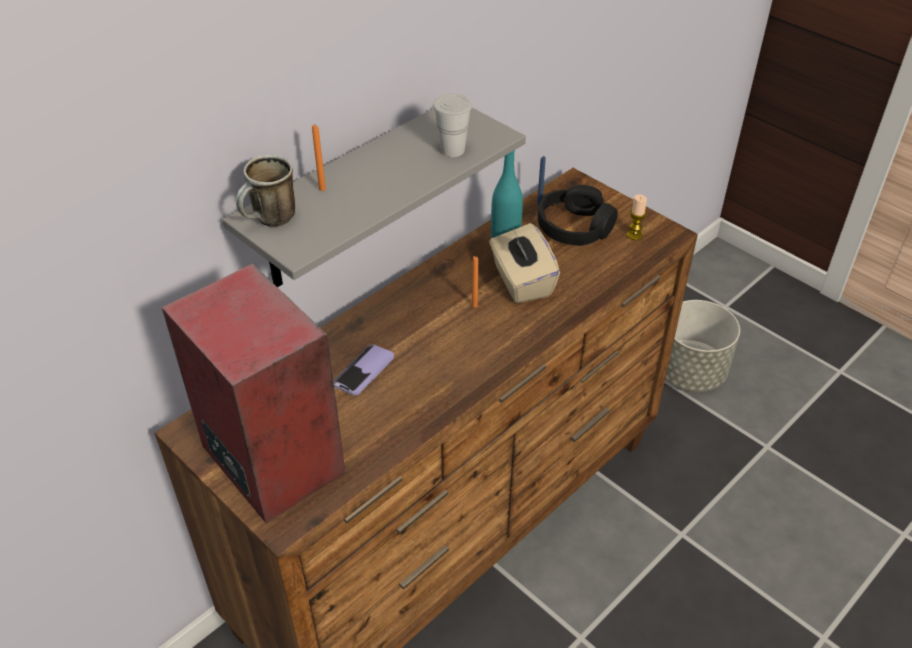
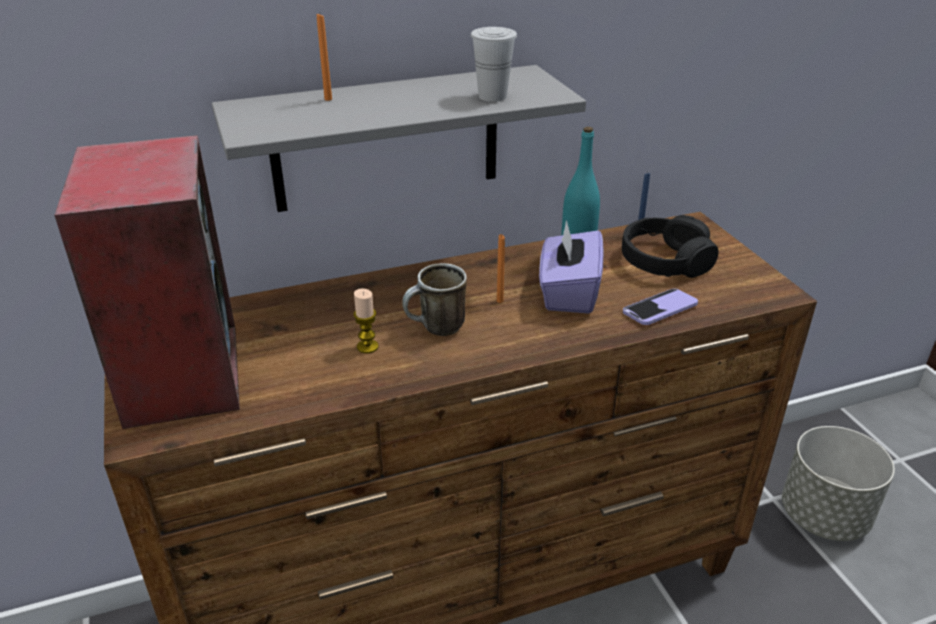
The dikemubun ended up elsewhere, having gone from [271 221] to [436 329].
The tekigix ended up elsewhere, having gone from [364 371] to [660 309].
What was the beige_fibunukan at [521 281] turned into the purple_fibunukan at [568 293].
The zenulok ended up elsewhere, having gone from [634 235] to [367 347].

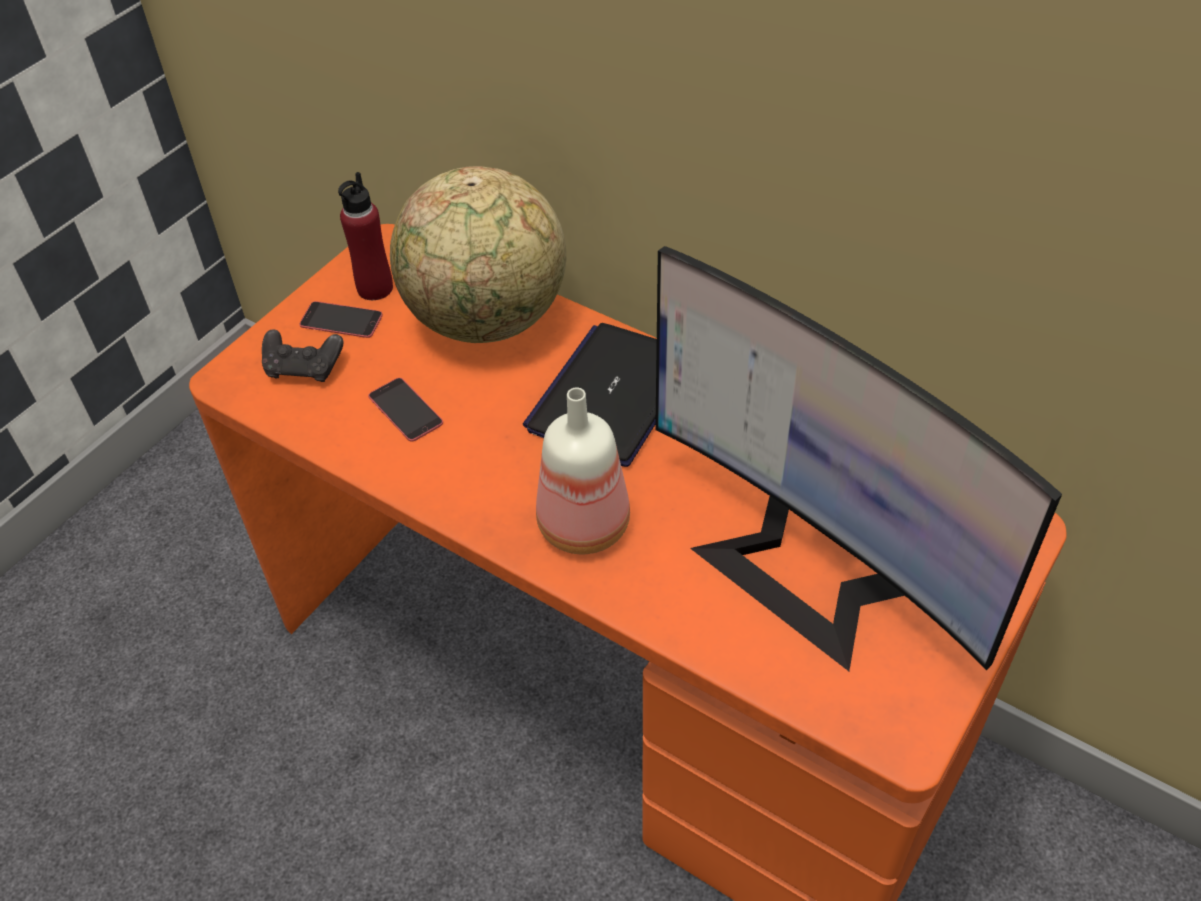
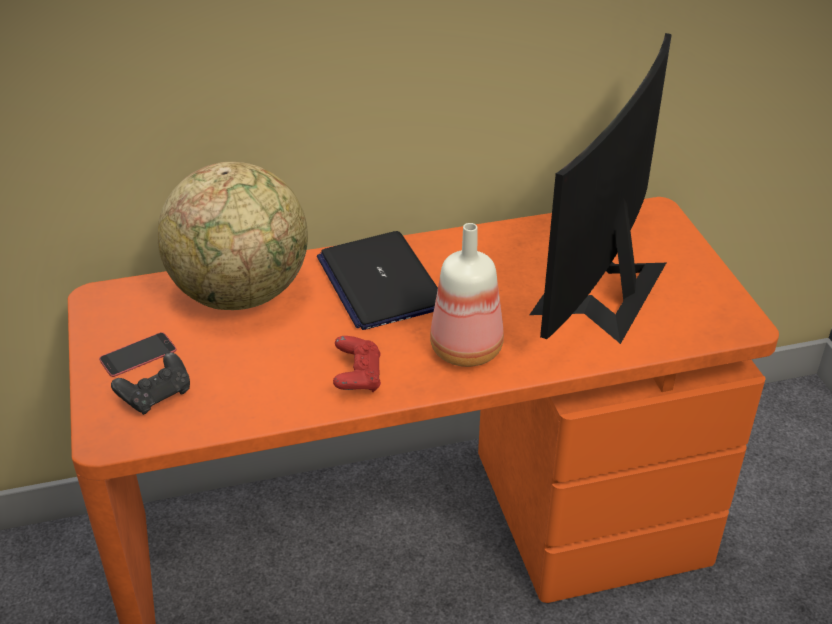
The second view lost the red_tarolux at [375 288].
The second view lost the tekigix at [405 410].
The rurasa at [810 568] ended up facing another way, 120 degrees clockwise from before.
The second view gained the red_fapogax at [357 377].

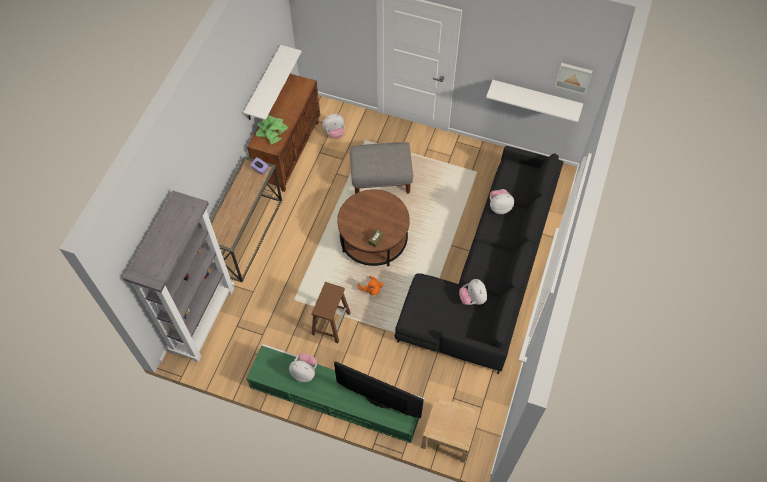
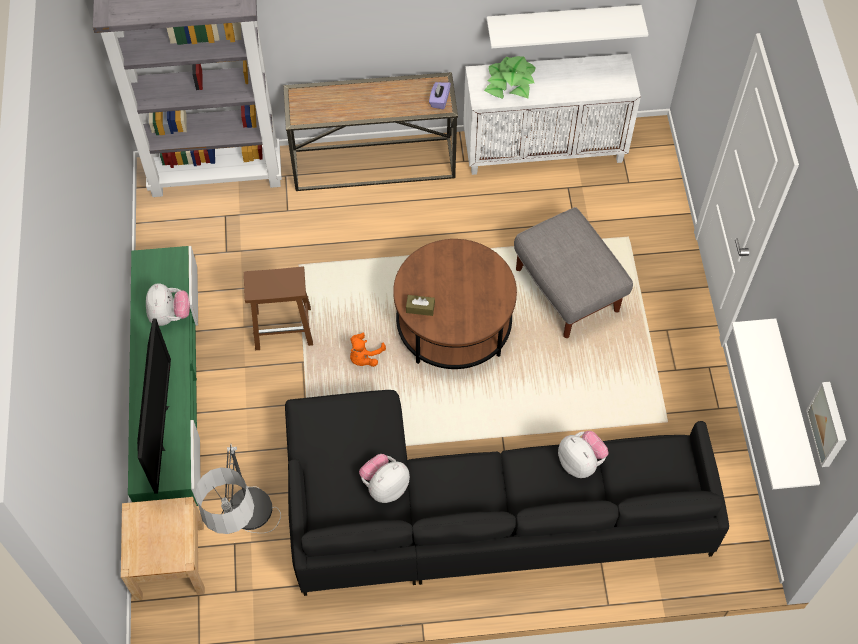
What was the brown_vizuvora at [289 152] turned into the white_vizuvora at [544 149].
The second view lost the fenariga at [335 133].
The second view gained the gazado at [253 544].

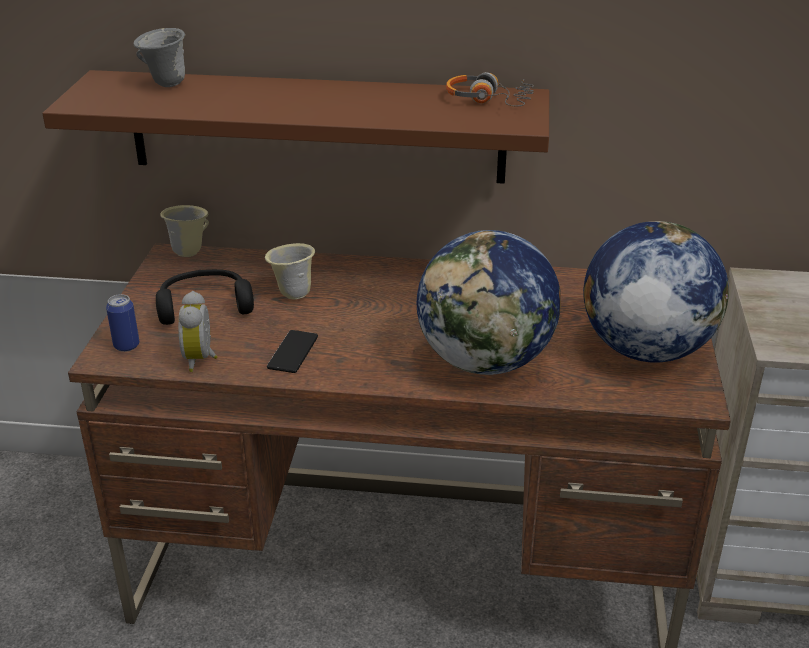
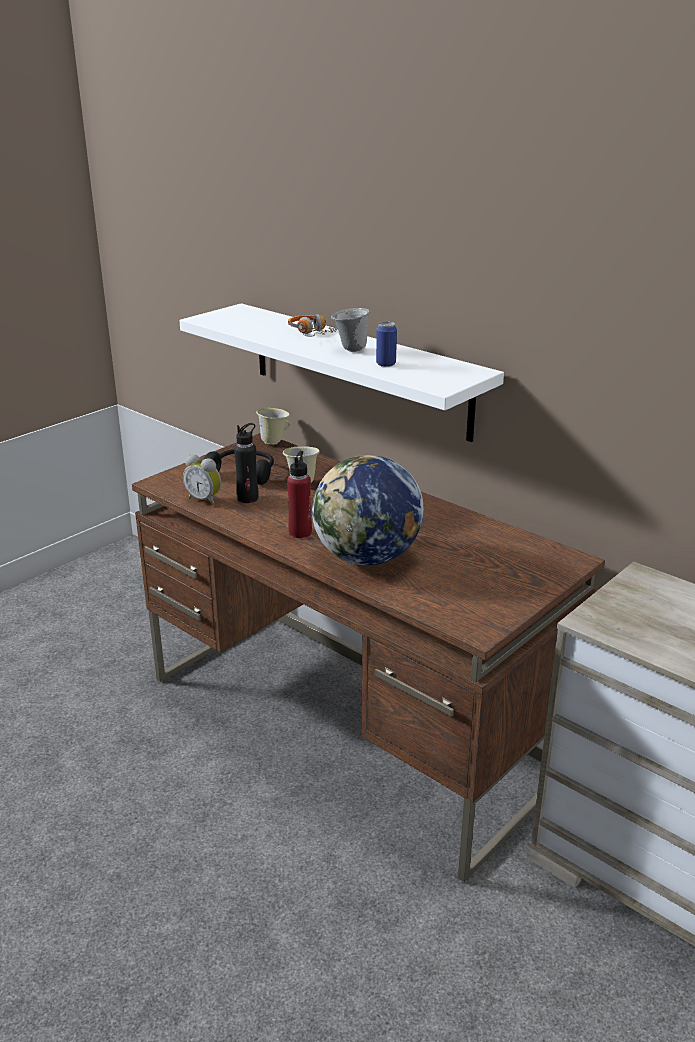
What was the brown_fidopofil at [316 127] turned into the white_fidopofil at [358 369].
The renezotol ended up elsewhere, having gone from [126 345] to [386 364].
The grey_dikemubun ended up elsewhere, having gone from [165 85] to [350 350].
The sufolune at [202 359] ended up facing another way, 90 degrees counterclockwise from before.
The second view lost the tekigix at [293 352].
The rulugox ended up elsewhere, having gone from [489 100] to [313 333].
The second view lost the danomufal at [644 349].
The second view gained the black_tarolux at [248 498].
The second view gained the red_tarolux at [300 532].

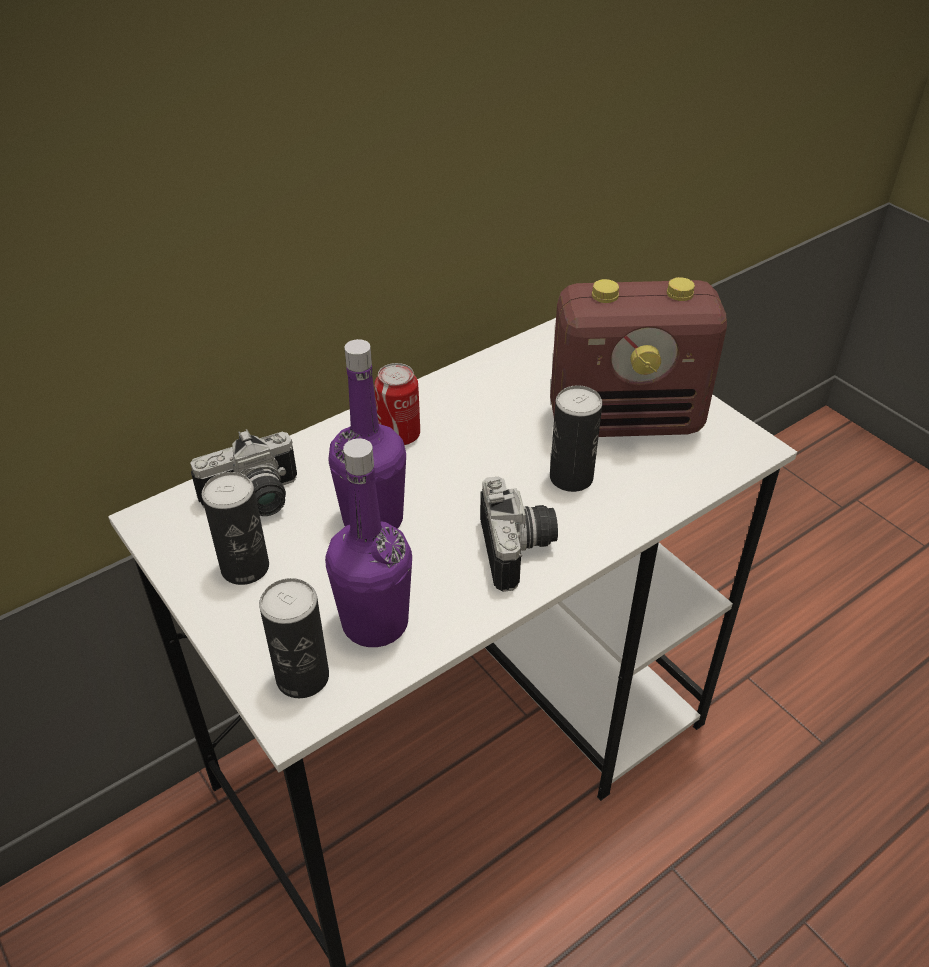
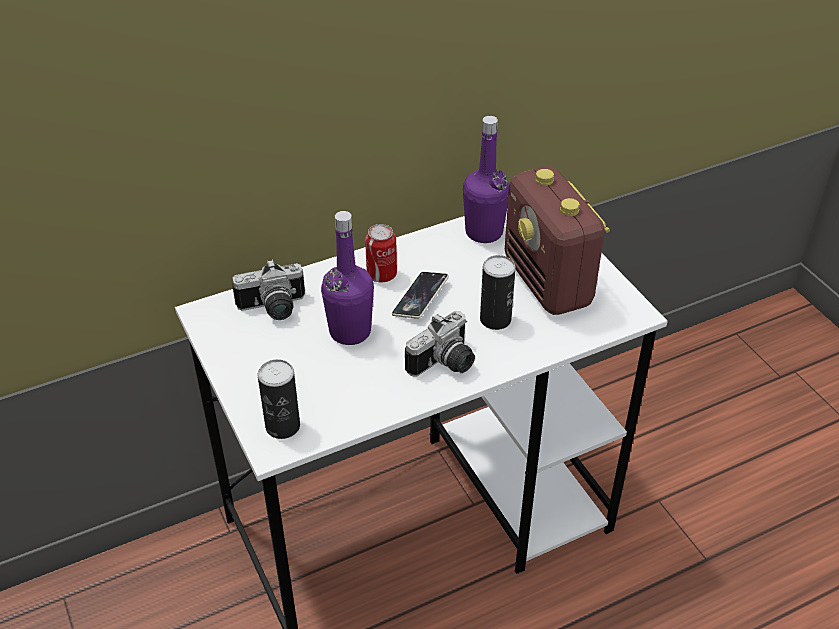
The second view lost the renezotol at [245 567].
The purple_tarolux ended up elsewhere, having gone from [375 623] to [484 232].
The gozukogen at [520 549] ended up facing another way, 45 degrees clockwise from before.
The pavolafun at [627 420] ended up facing another way, 60 degrees clockwise from before.
The second view gained the tekigix at [420 298].

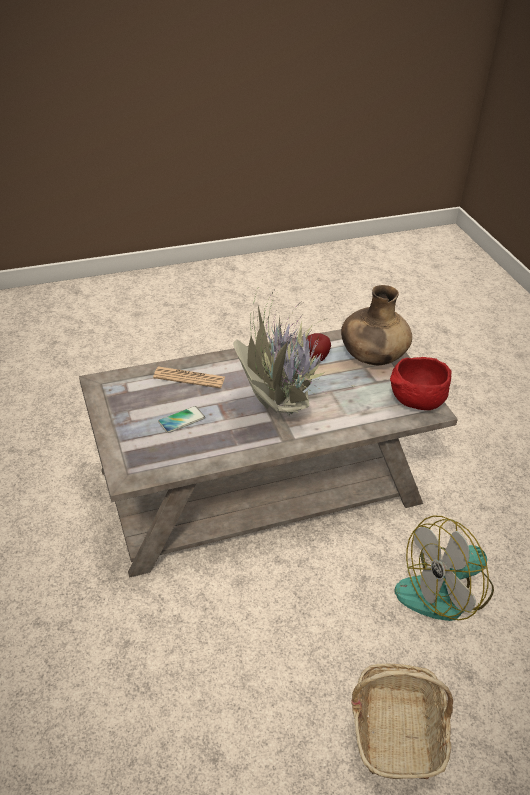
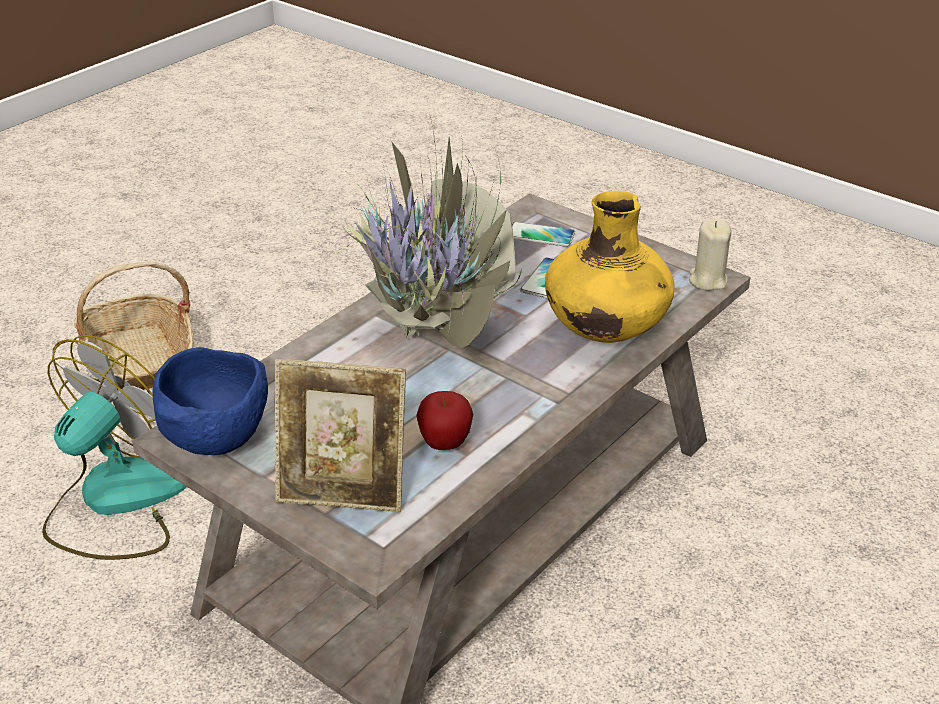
Where the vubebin stood at [189 378], the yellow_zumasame came to stand at [605 331].
Where the brown_zumasame stood at [372 358], the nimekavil came to stand at [343 491].
What was the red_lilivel at [416 402] turned into the blue_lilivel at [217 437].
The second view gained the tekigix at [540 235].
The second view gained the beige_zenulok at [707 280].

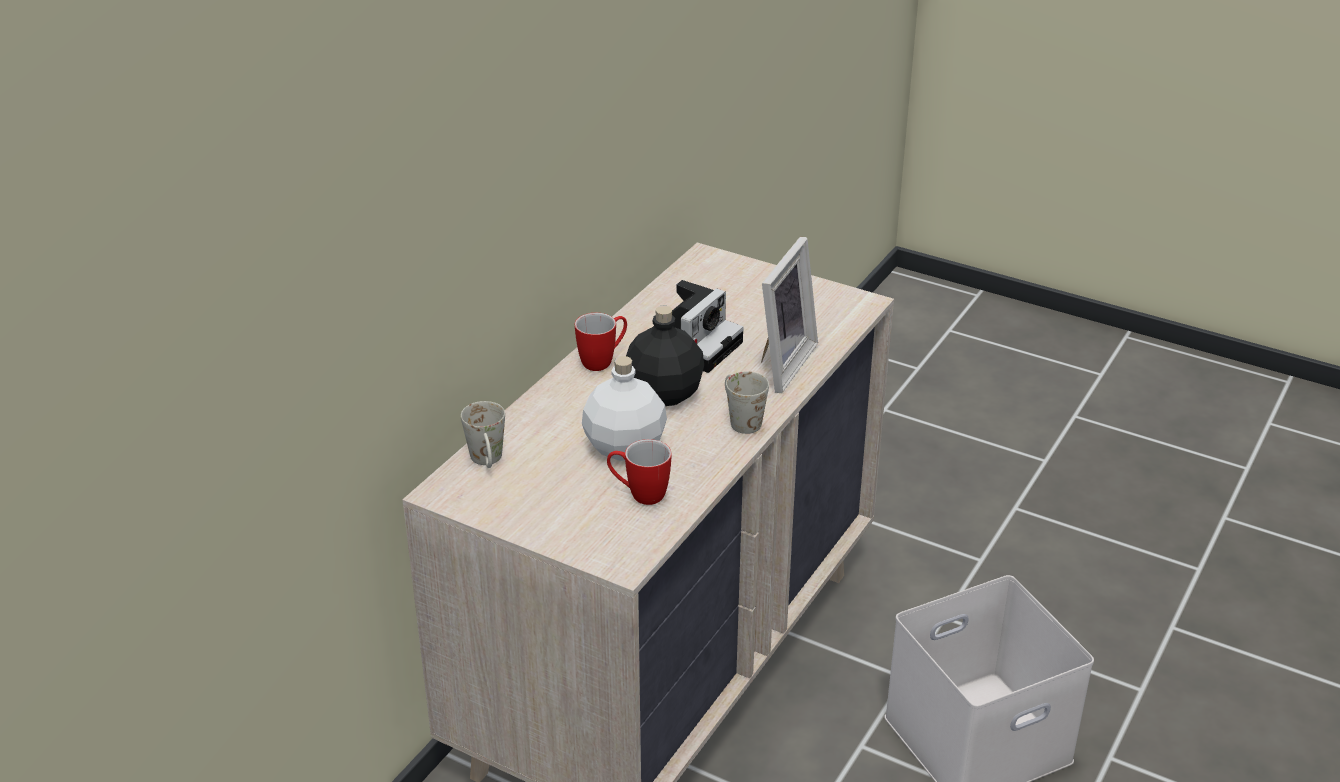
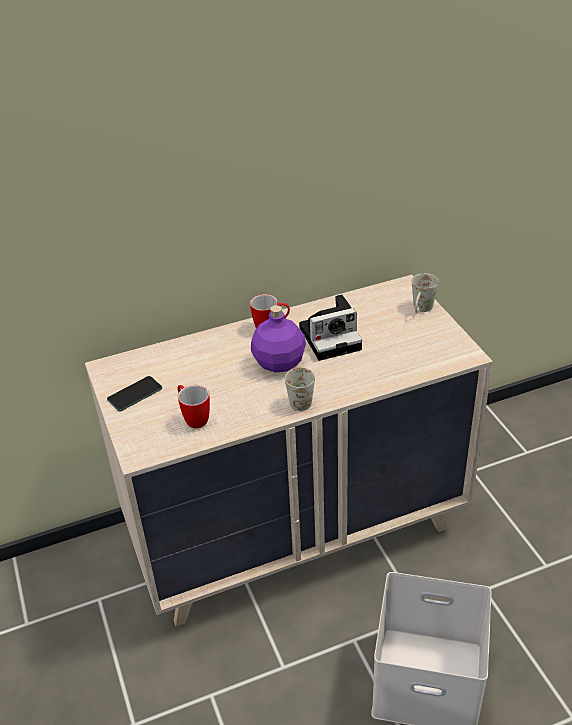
The white_dikemubun ended up elsewhere, having gone from [488 462] to [421 310].
The second view lost the white_tarolux at [625 447].
What was the black_tarolux at [663 394] turned into the purple_tarolux at [278 362].
The second view lost the nimekavil at [779 363].
The second view gained the tekigix at [135 394].

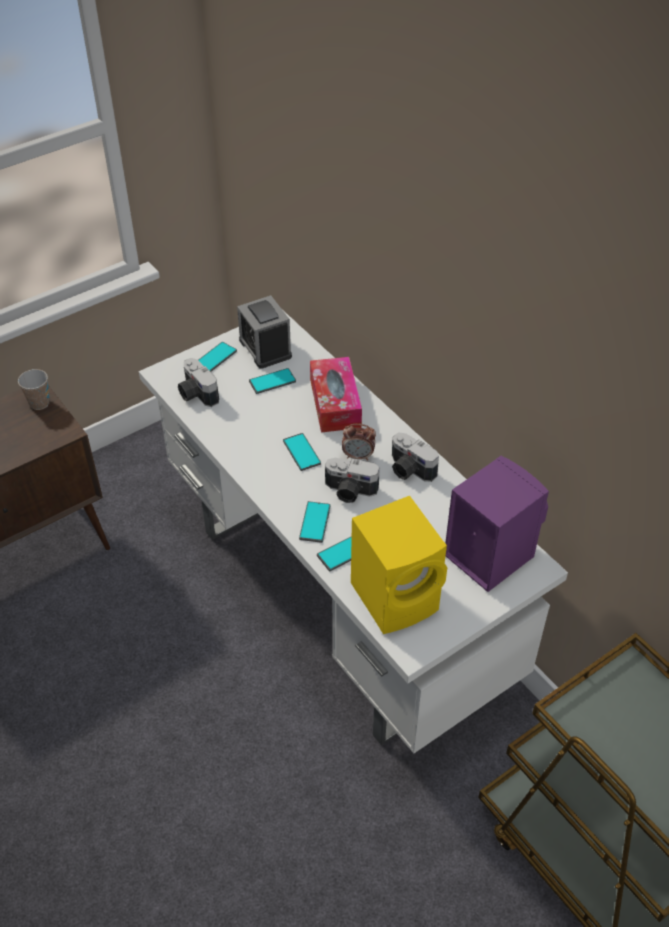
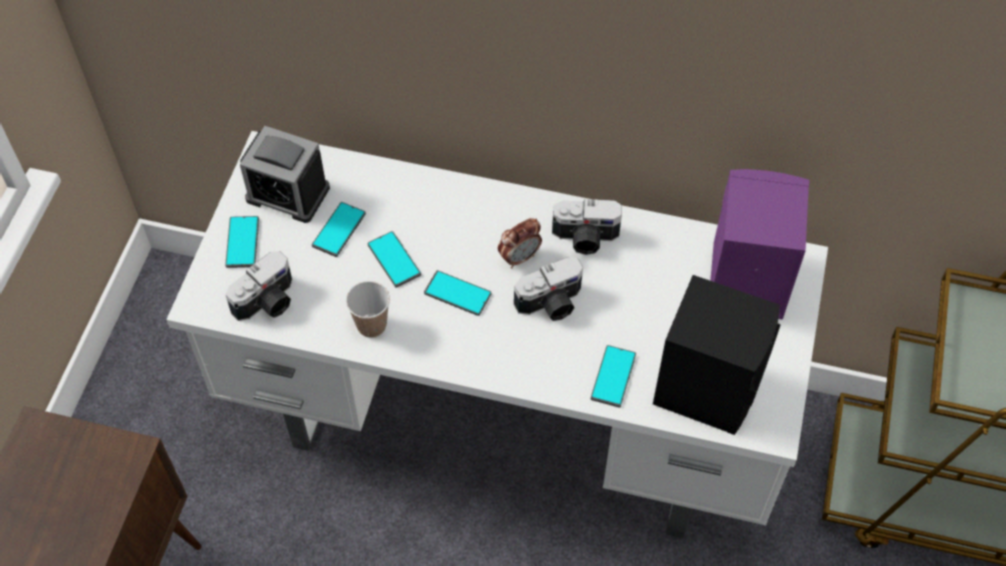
The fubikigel ended up elsewhere, having gone from [39 403] to [371 325].
The gozukogen at [196 394] ended up facing another way, 60 degrees counterclockwise from before.
The tekigix ended up elsewhere, having gone from [315 522] to [394 259].
The second view lost the fibunukan at [335 403].
What was the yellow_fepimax at [397 596] turned into the black_fepimax at [708 385].

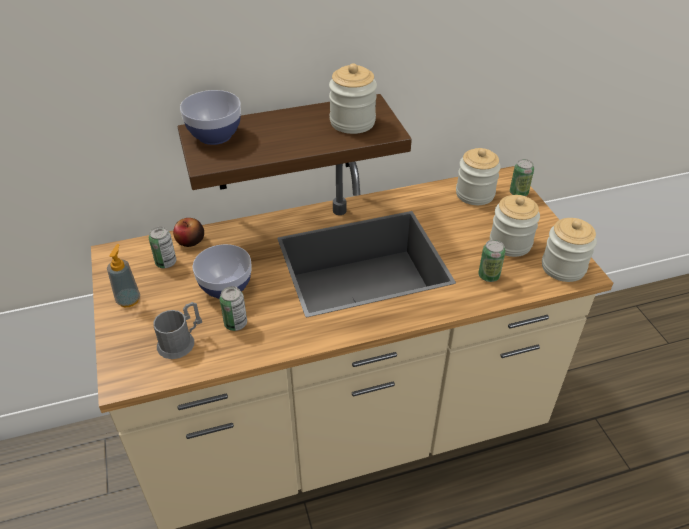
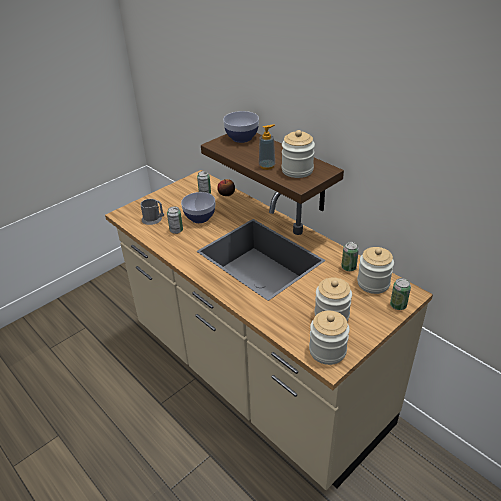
The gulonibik ended up elsewhere, having gone from [128 300] to [267 166].
The renezotol ended up elsewhere, having gone from [488 276] to [348 267].

